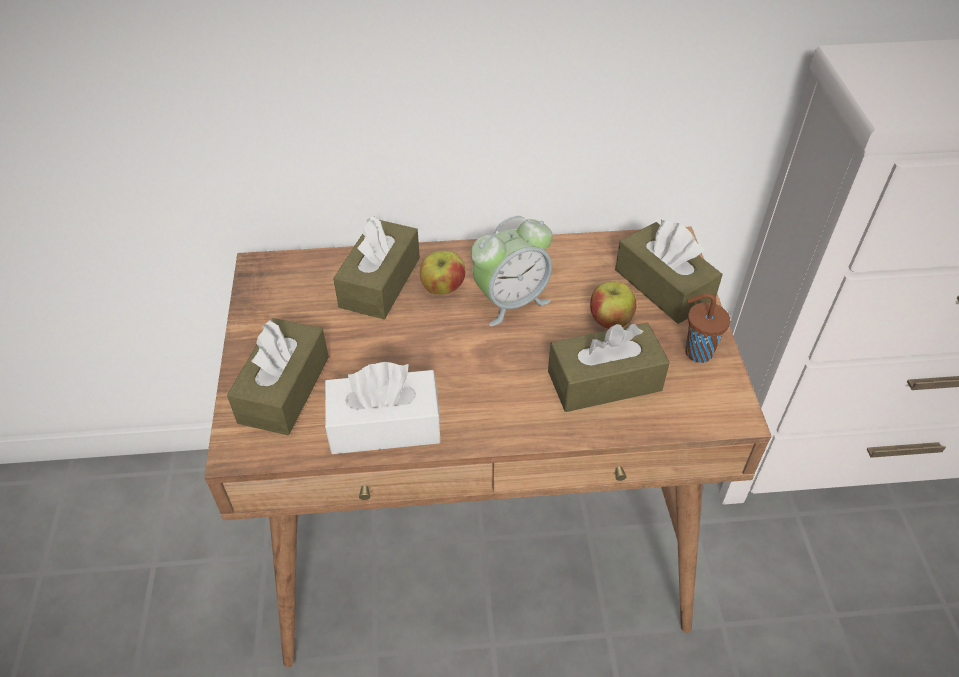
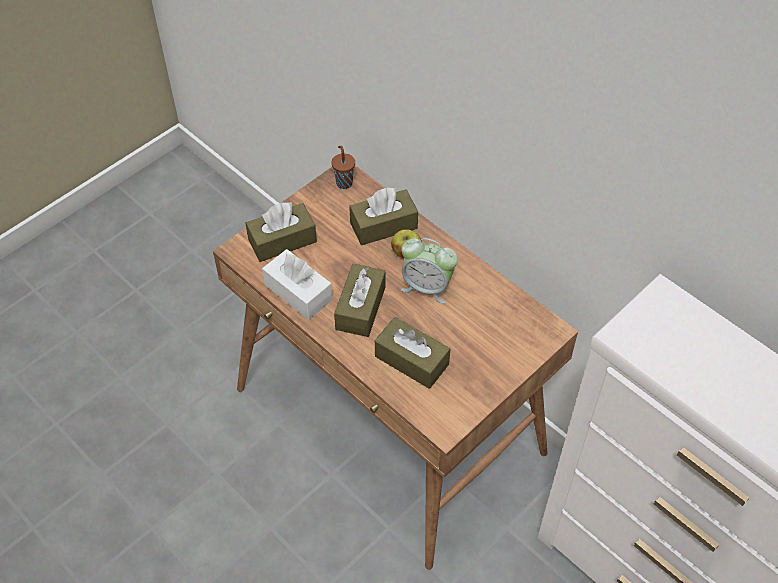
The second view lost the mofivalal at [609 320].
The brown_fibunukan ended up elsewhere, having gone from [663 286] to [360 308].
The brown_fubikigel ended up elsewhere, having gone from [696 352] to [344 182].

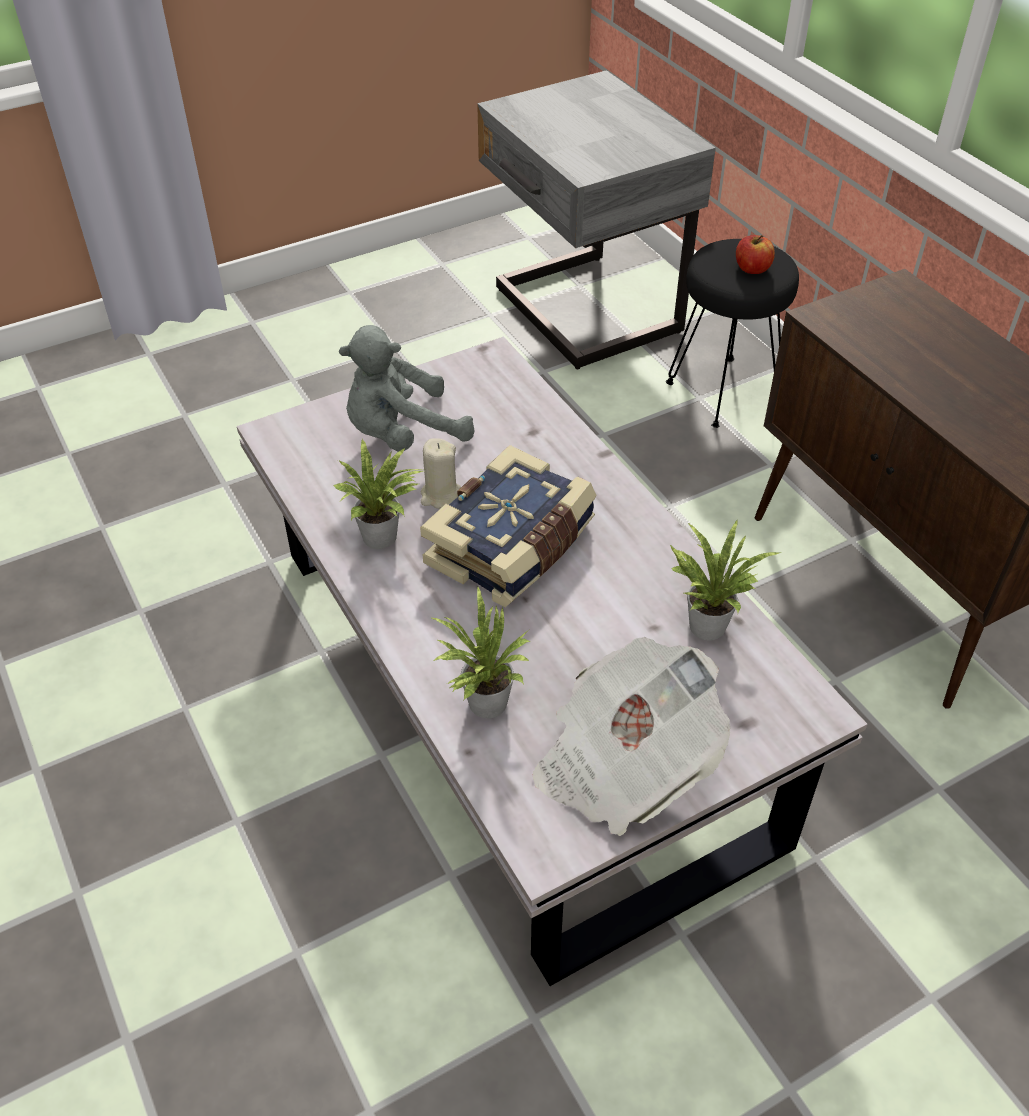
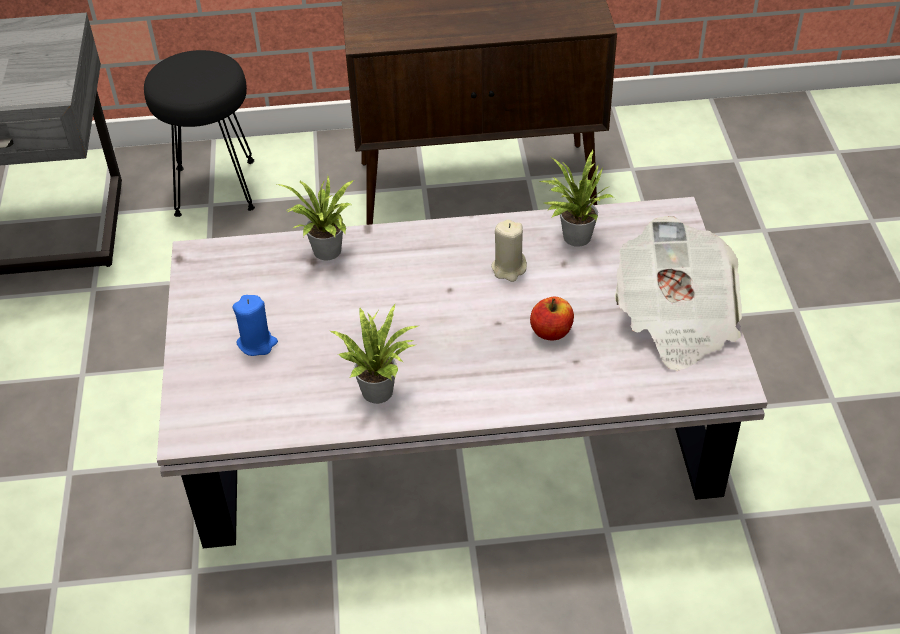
Where the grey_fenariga stood at [402 434], the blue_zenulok came to stand at [257 343].
The second view lost the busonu at [513 547].
The beige_zenulok ended up elsewhere, having gone from [440 496] to [509 268].
The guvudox ended up elsewhere, having gone from [482 704] to [326 253].
The mofivalal ended up elsewhere, having gone from [752 269] to [551 331].

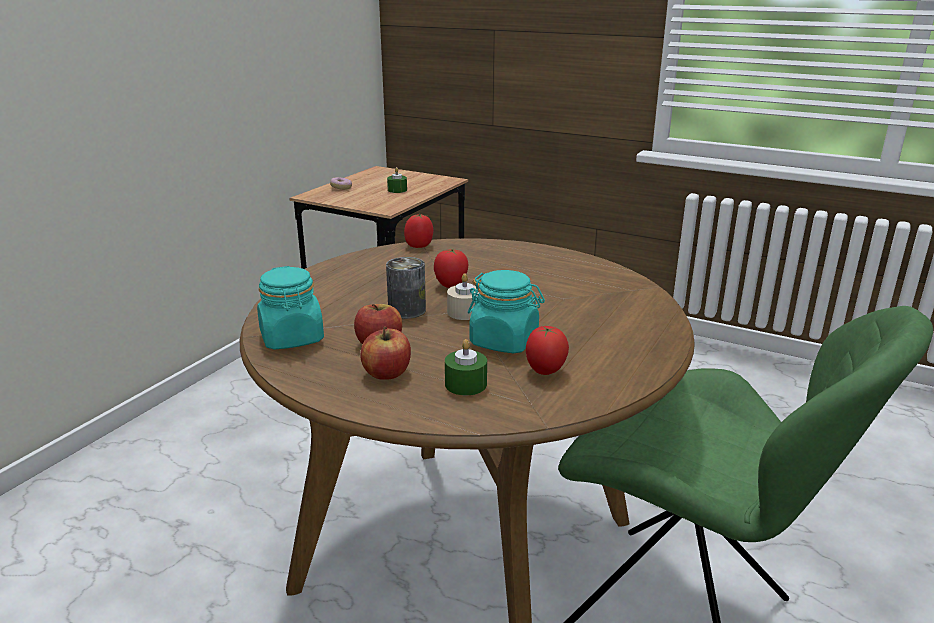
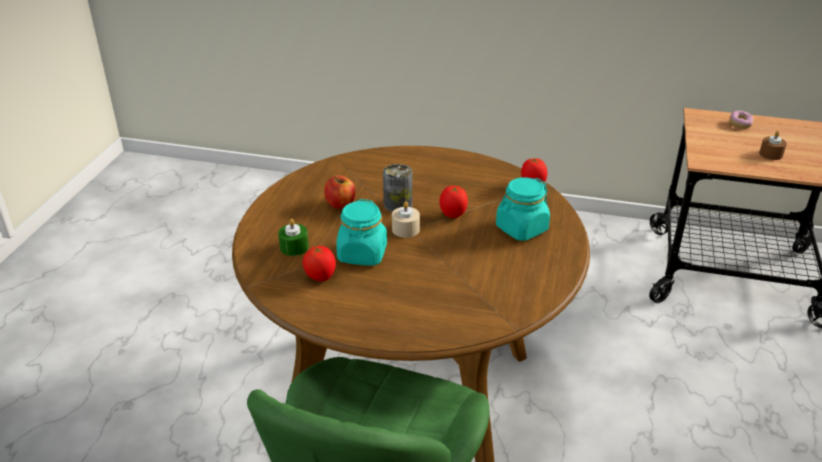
The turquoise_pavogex ended up elsewhere, having gone from [292 338] to [521 229].
The second view lost the mofivalal at [387 373].
What was the green_zenulok at [397 190] turned into the brown_zenulok at [771 154].

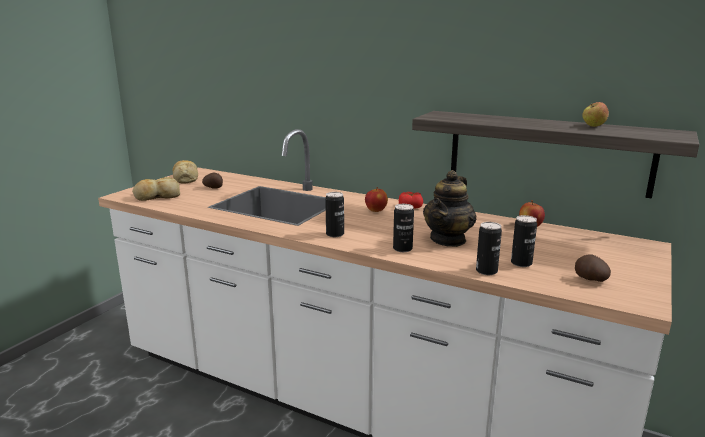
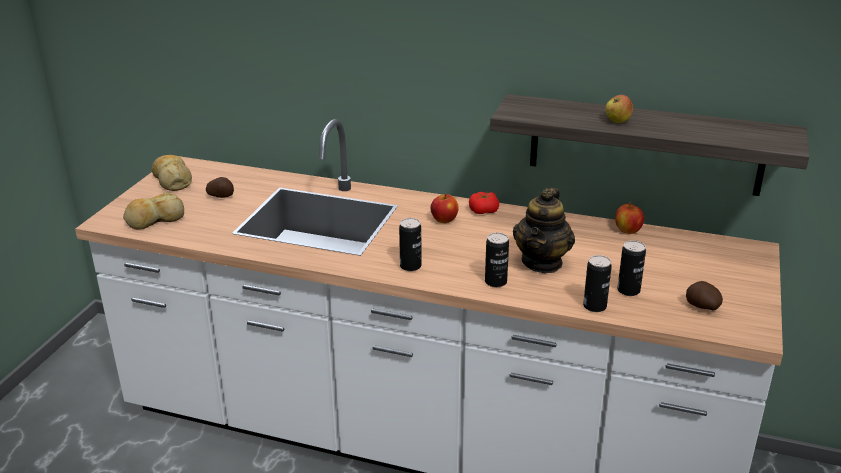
The mofivalal ended up elsewhere, having gone from [593 126] to [617 121].

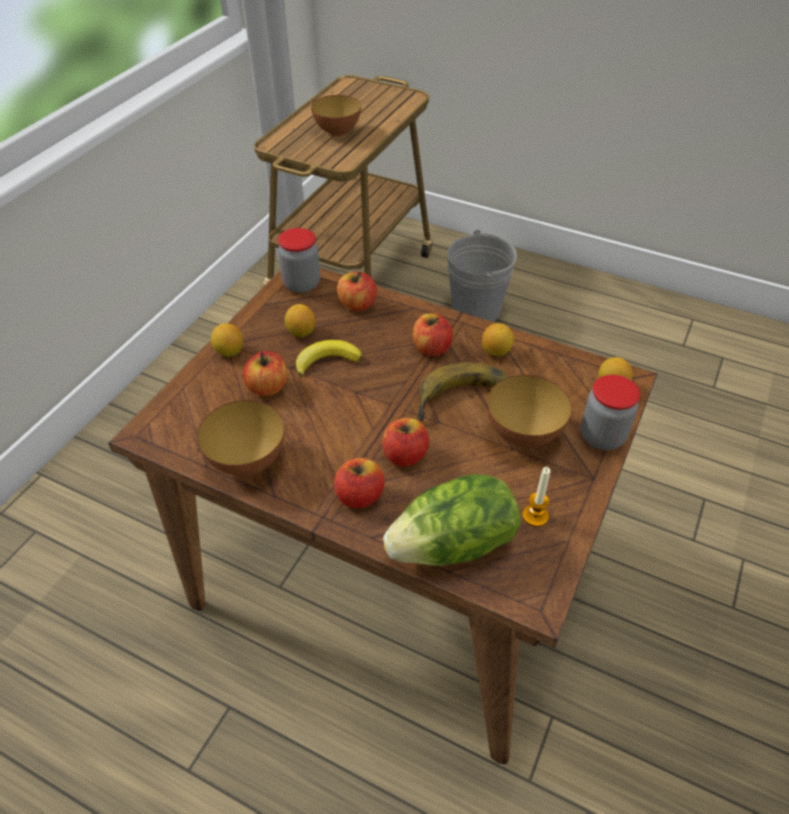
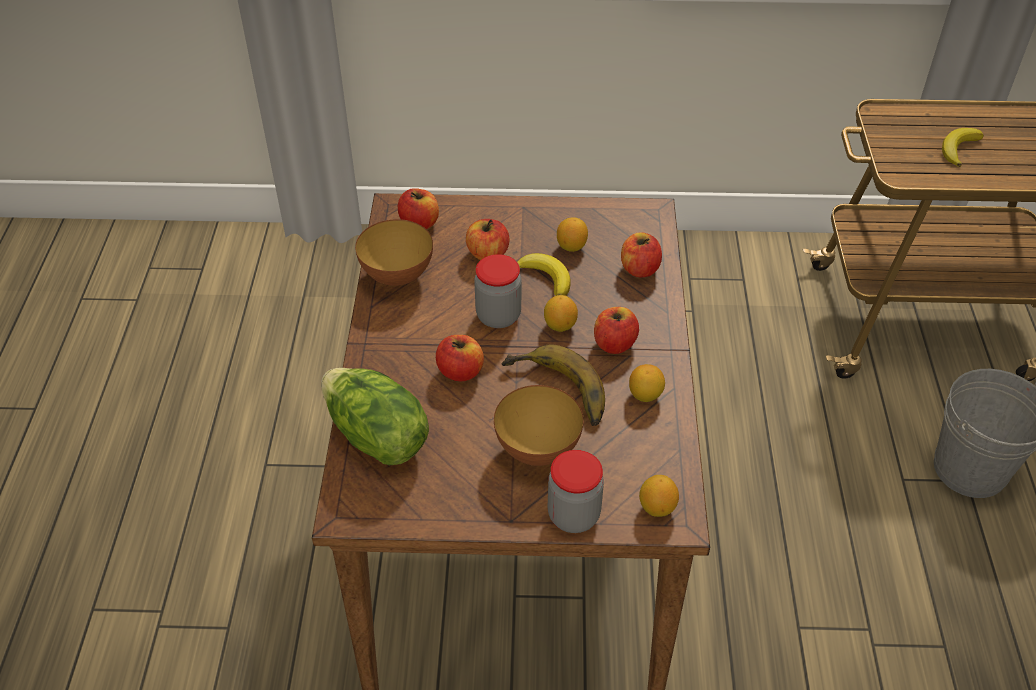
The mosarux ended up elsewhere, having gone from [229 352] to [560 325].
The pavogex ended up elsewhere, having gone from [302 284] to [498 316].
Where the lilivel stood at [337 132], the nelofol came to stand at [958 149].
The mofivalal ended up elsewhere, having gone from [359 496] to [419 223].
The second view lost the zenulok at [535 516].

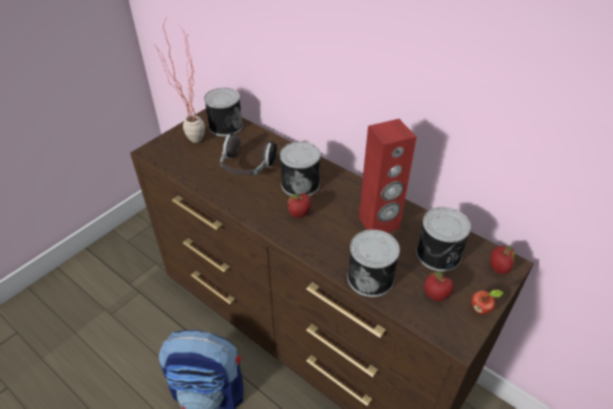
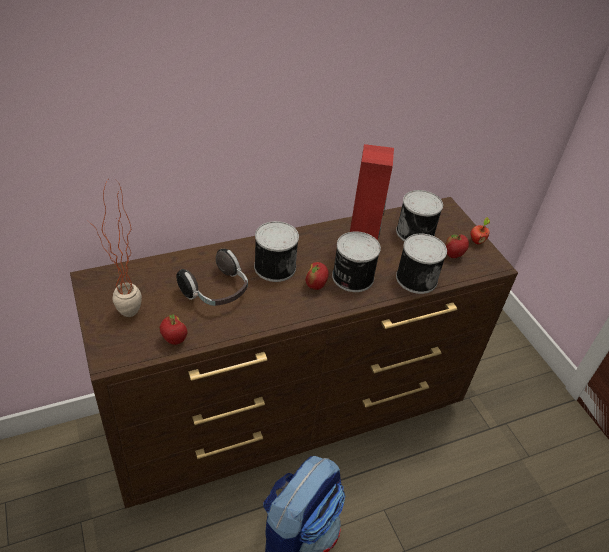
The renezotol ended up elsewhere, having gone from [225 126] to [351 277].
The mofivalal ended up elsewhere, having gone from [498 268] to [174 340].

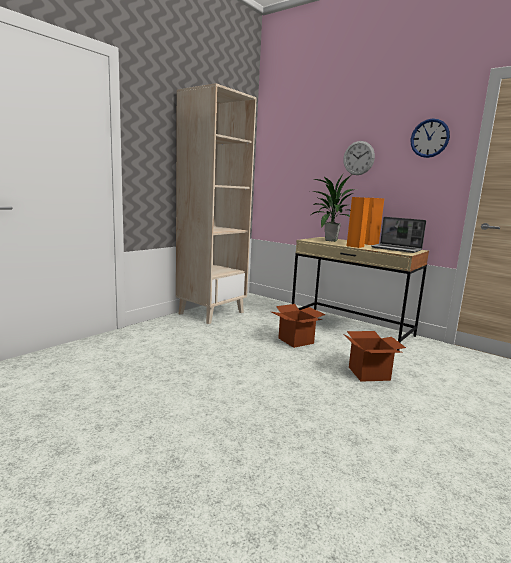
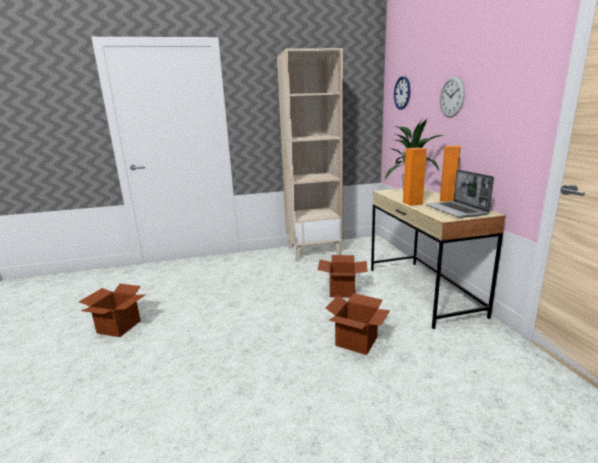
The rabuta ended up elsewhere, having gone from [429 138] to [402 93].
The second view gained the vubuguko at [119 327].

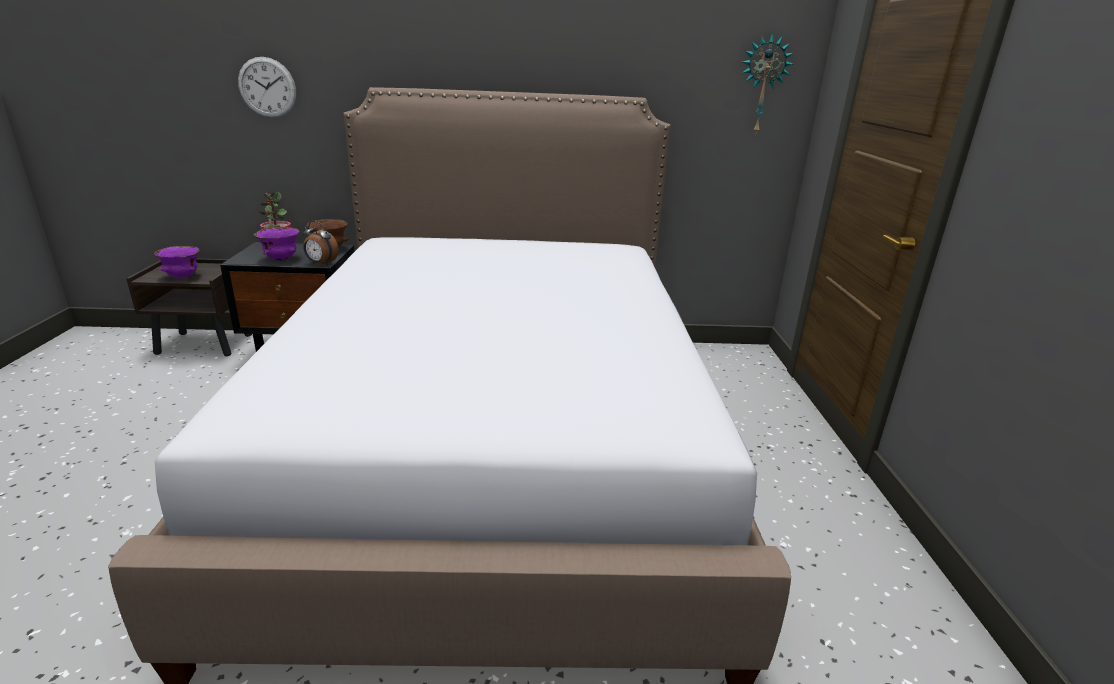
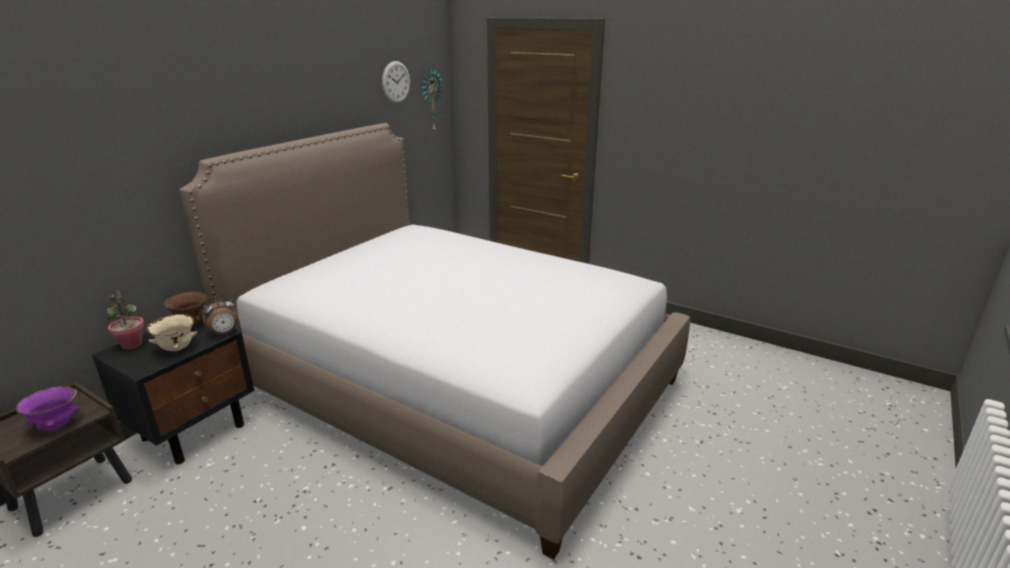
The rabuta ended up elsewhere, having gone from [267 87] to [396 82].
What was the purple_lilivel at [281 259] turned into the beige_lilivel at [177 349].

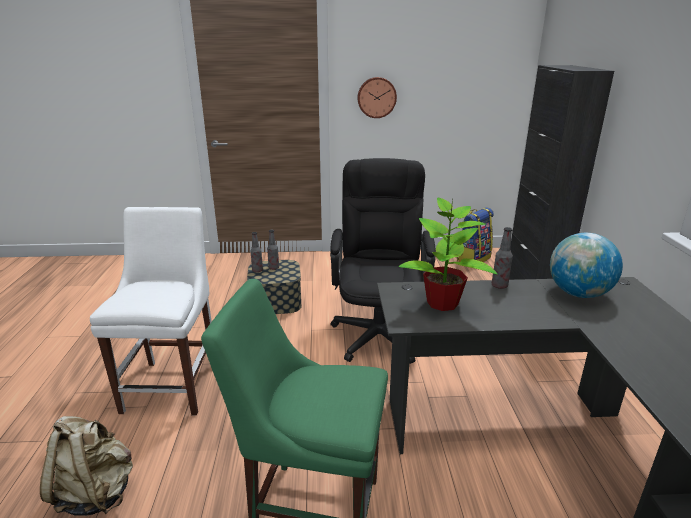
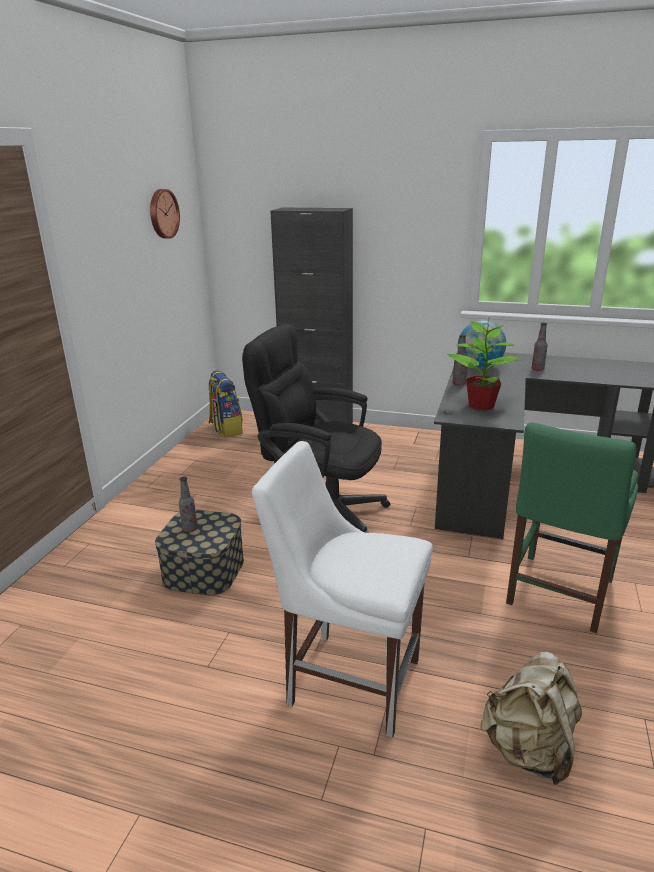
The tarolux ended up elsewhere, having gone from [257 270] to [537 369].
The rabuta ended up elsewhere, having gone from [376 97] to [162 214].

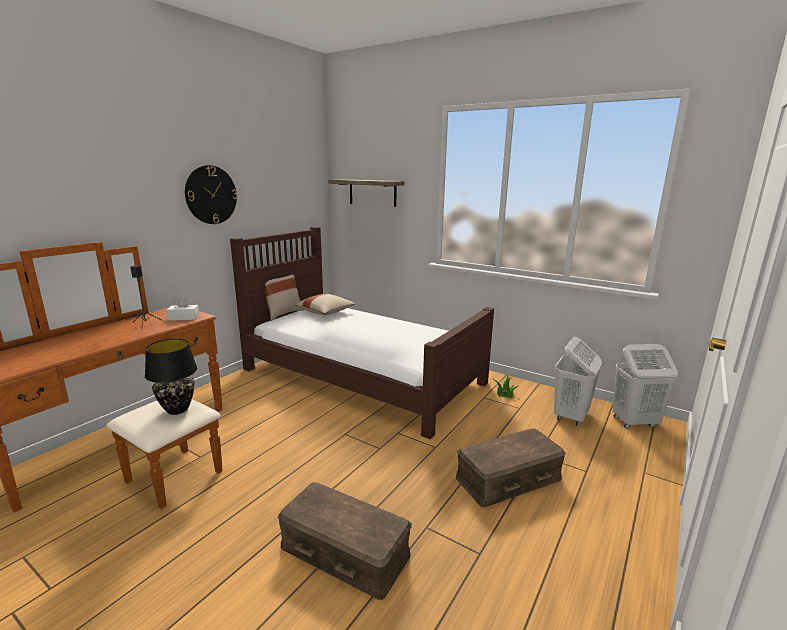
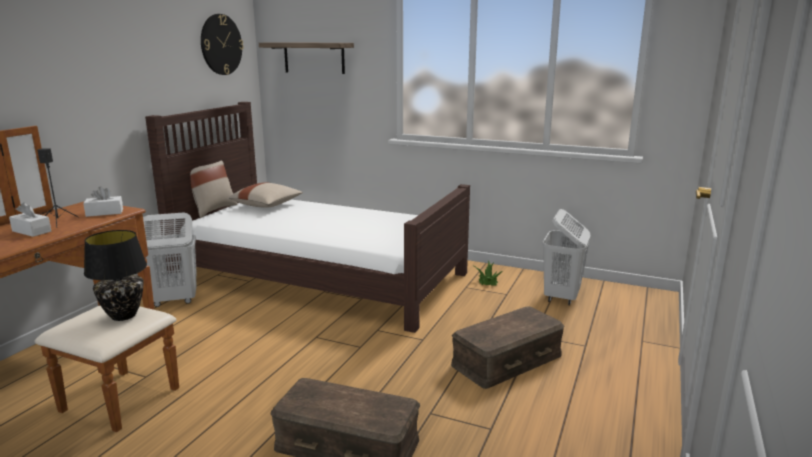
The rabuta ended up elsewhere, having gone from [211 195] to [221 44].
The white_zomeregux ended up elsewhere, having gone from [634 422] to [175 300].
The second view gained the white_fibunukan at [31 231].

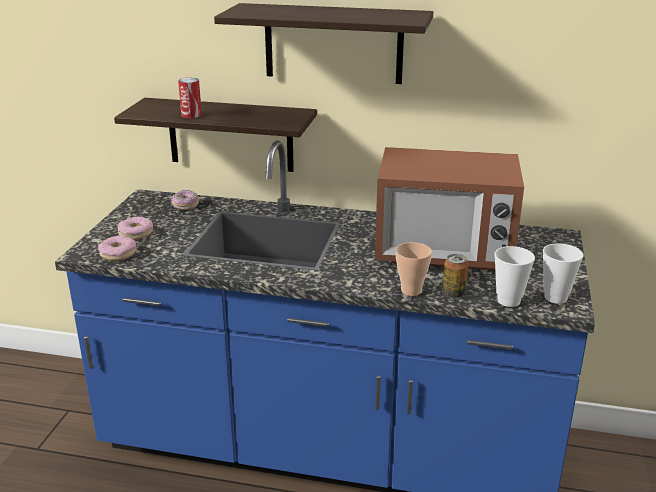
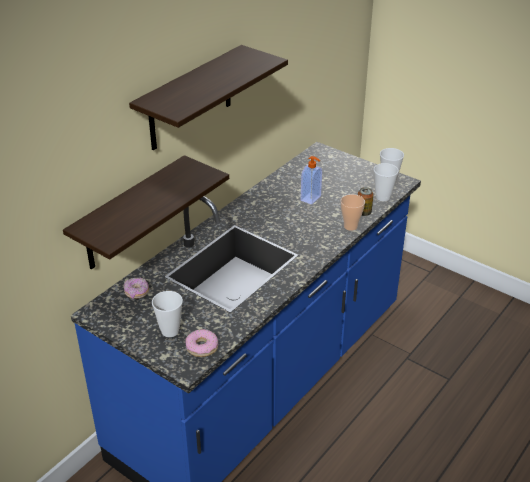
Where the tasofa stood at [135 233], the fubikigel came to stand at [170 331].
The second view lost the renezotol at [191 115].
Where the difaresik stood at [443 253], the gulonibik came to stand at [311 198].

